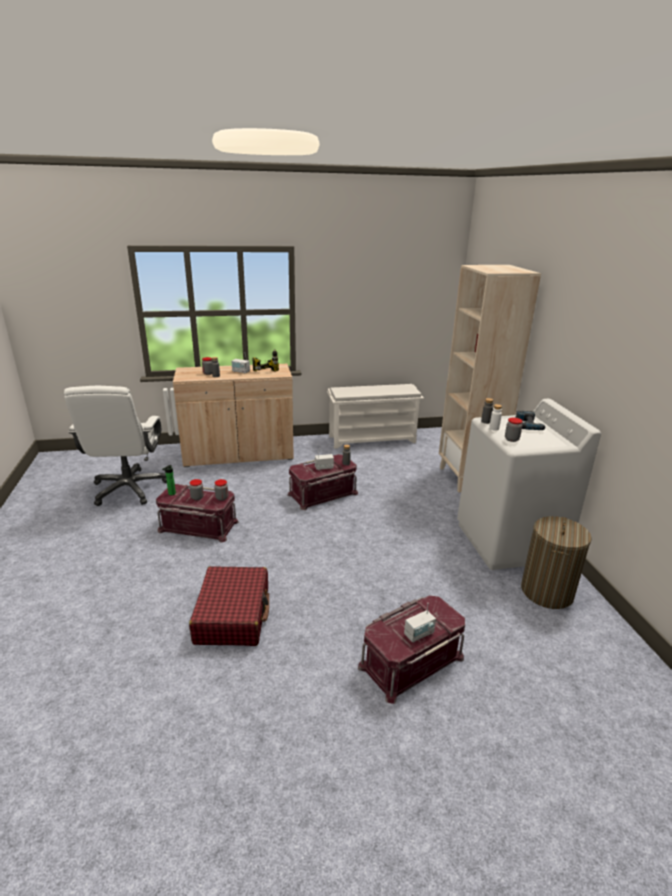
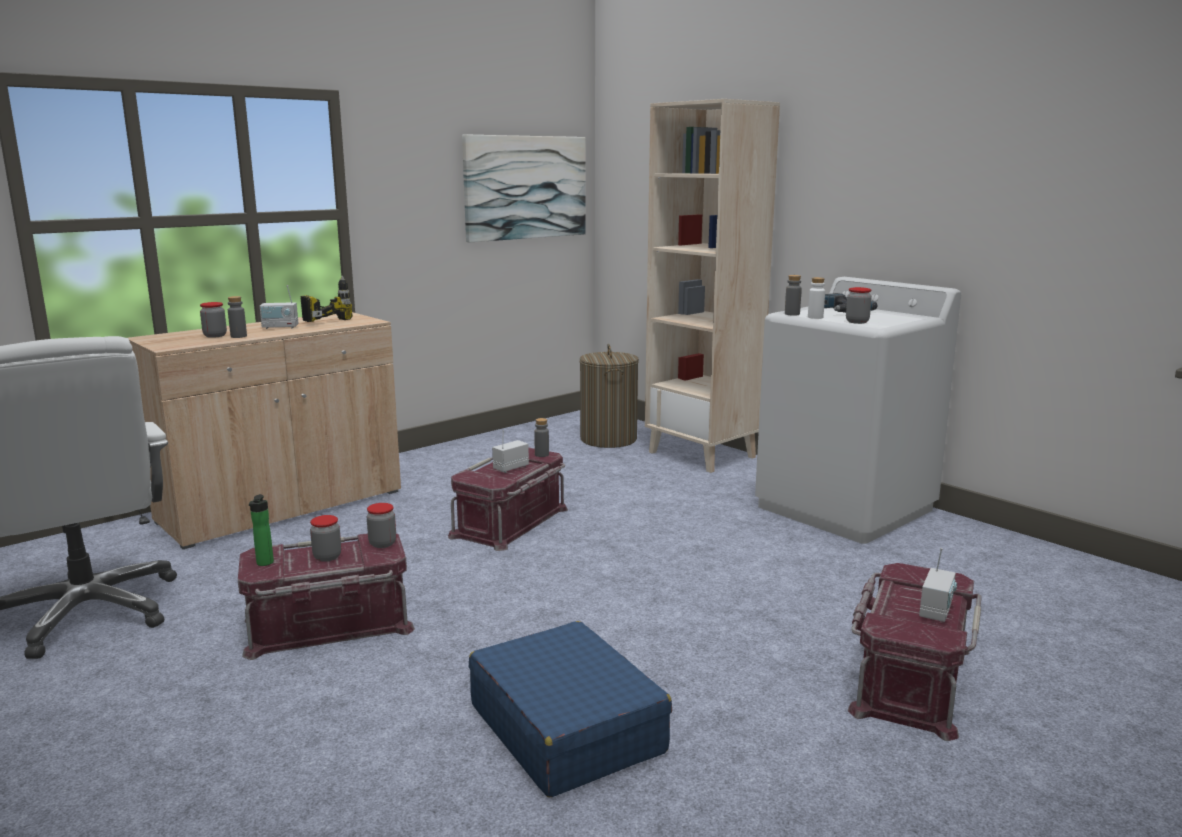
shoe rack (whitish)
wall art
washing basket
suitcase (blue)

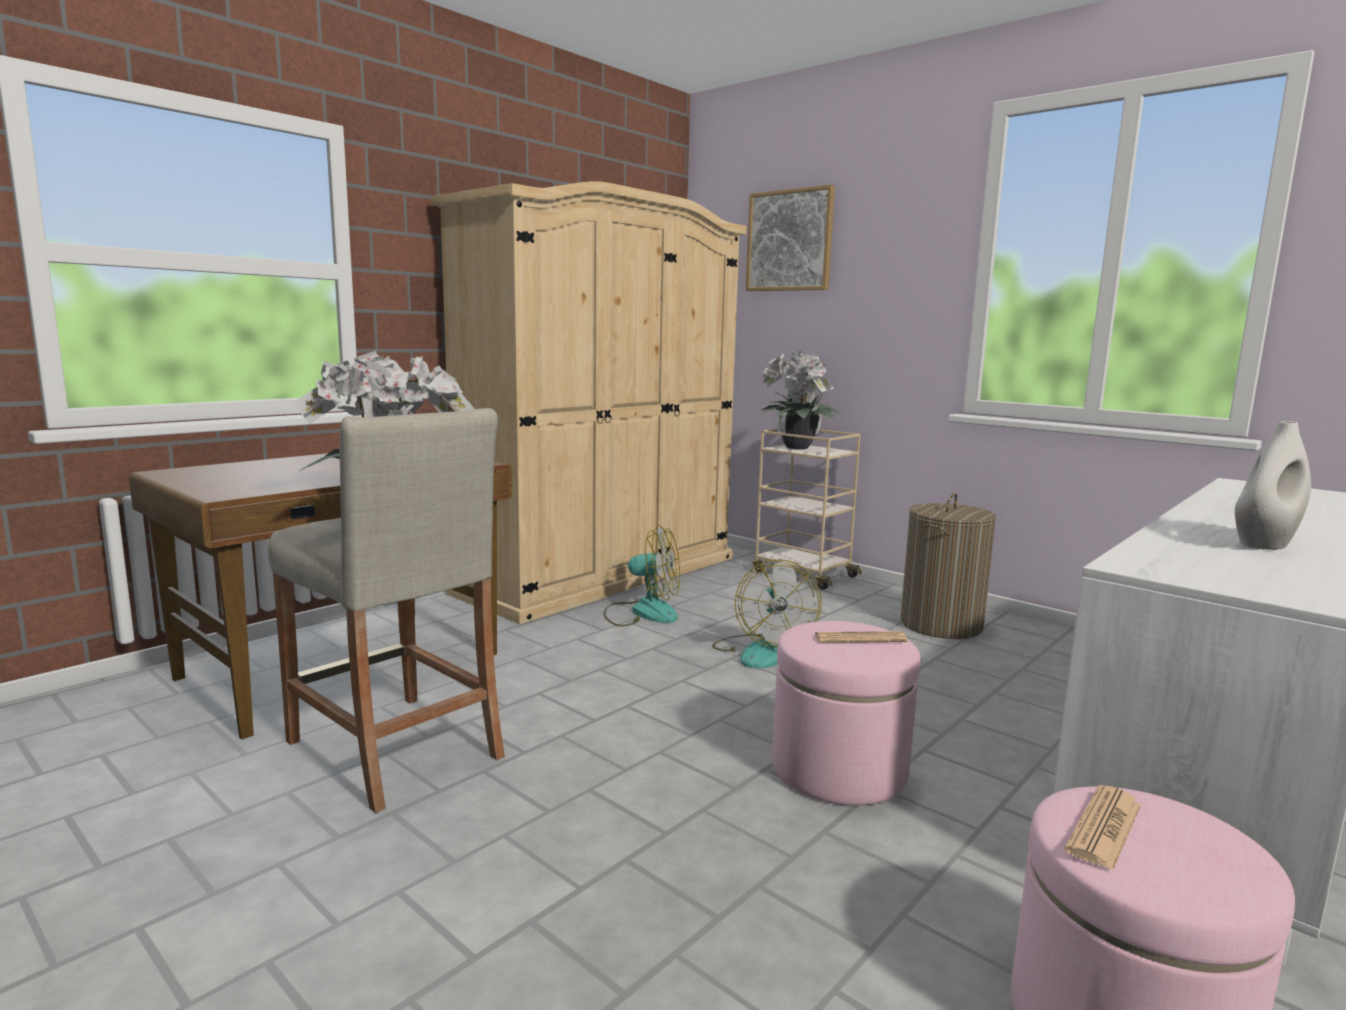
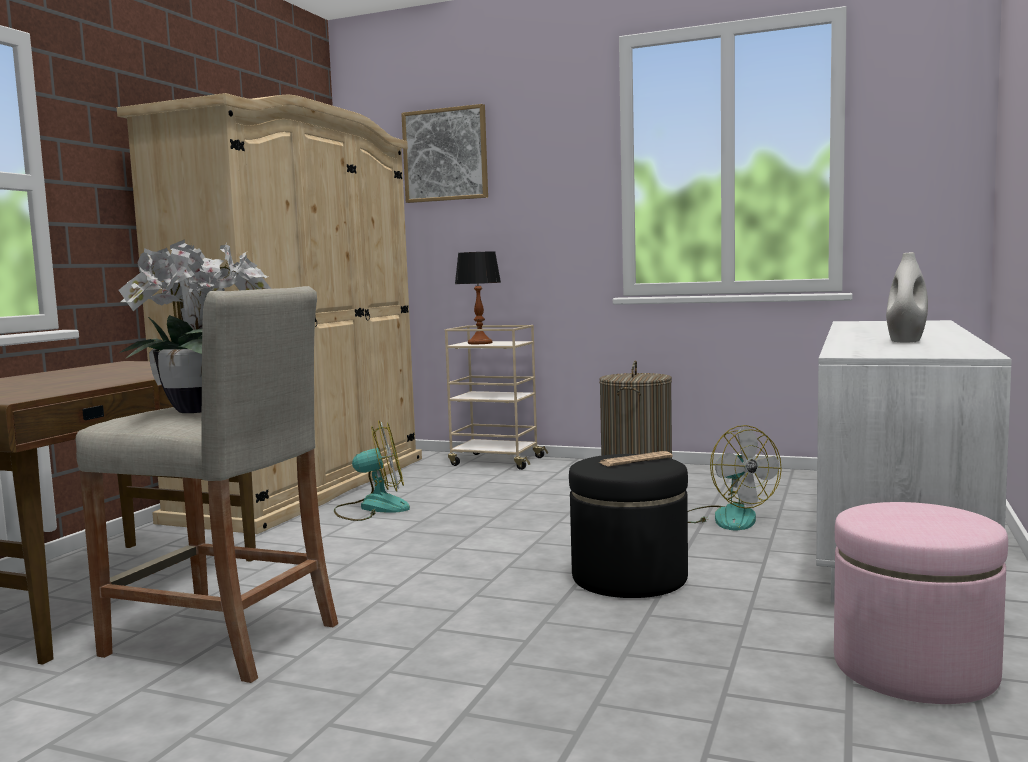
printed paper (2nd from left in the first image)
fan (2nd from left)
lamp for a table
footrest (black-coloured)

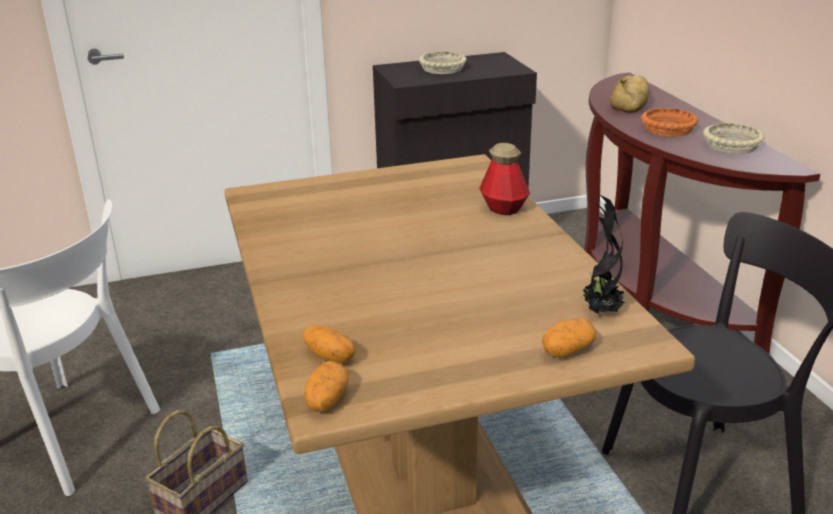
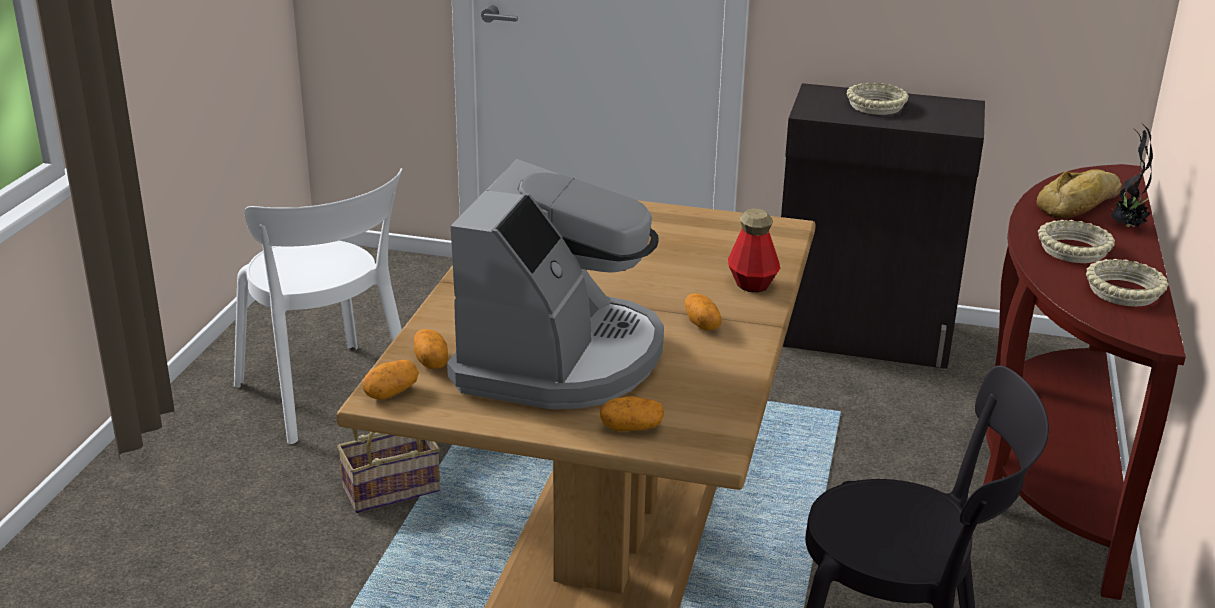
coffee brewer
spud (4th from left)
potted plant
serving bowl (beige) (2nd from left)

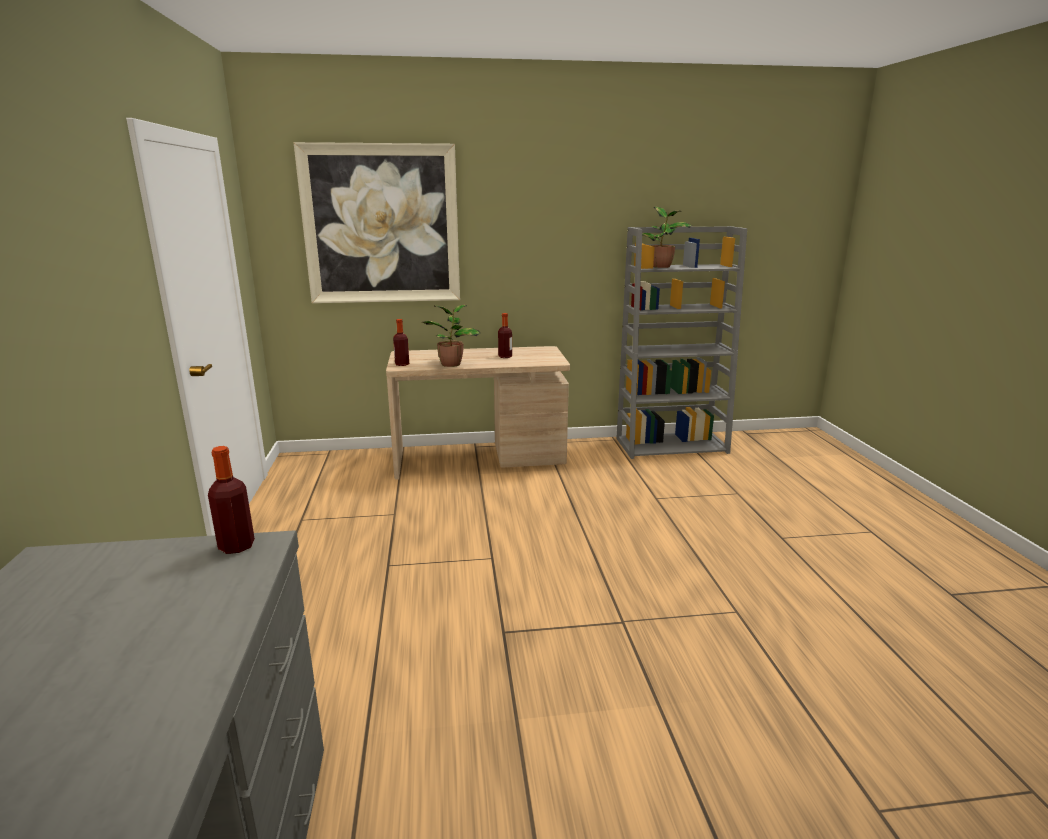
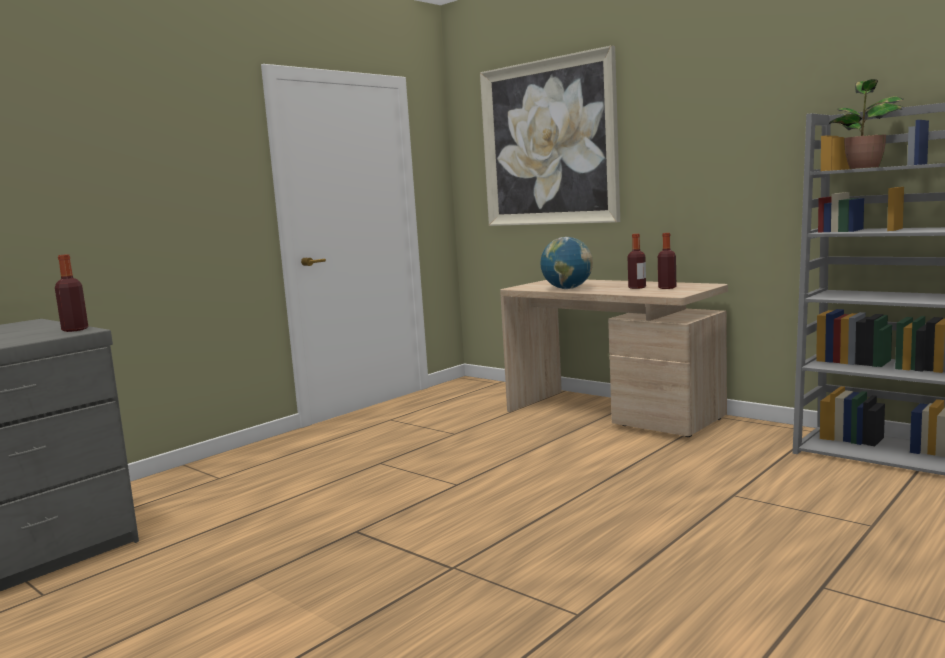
bottle (3rd from left)
desk globe

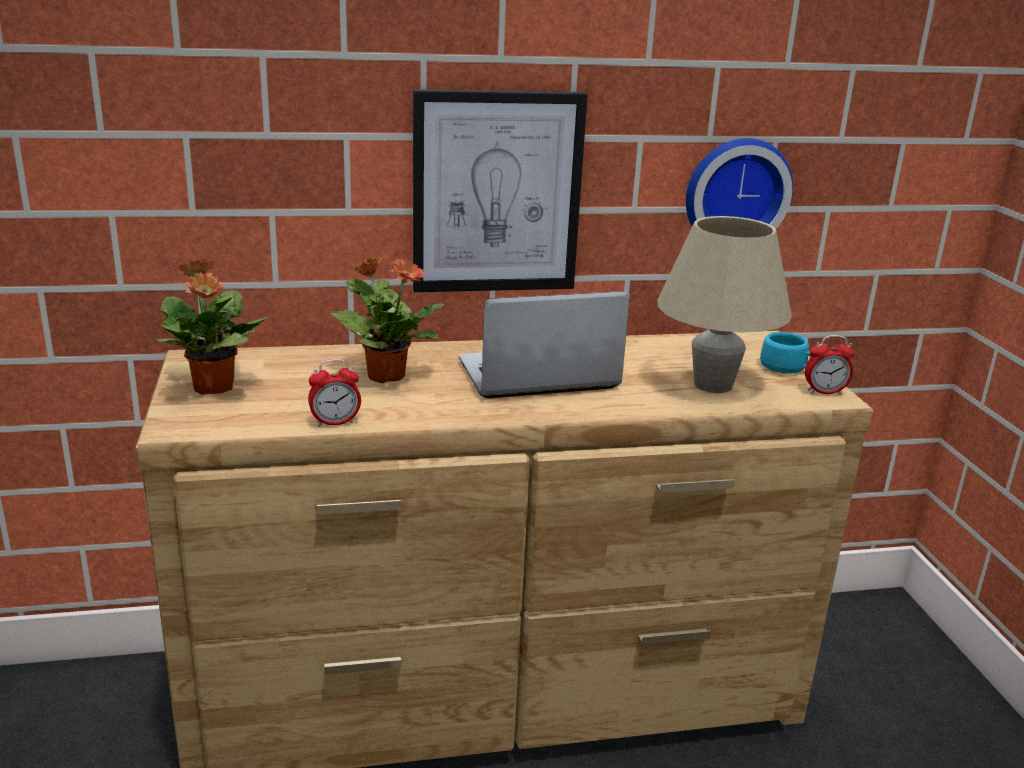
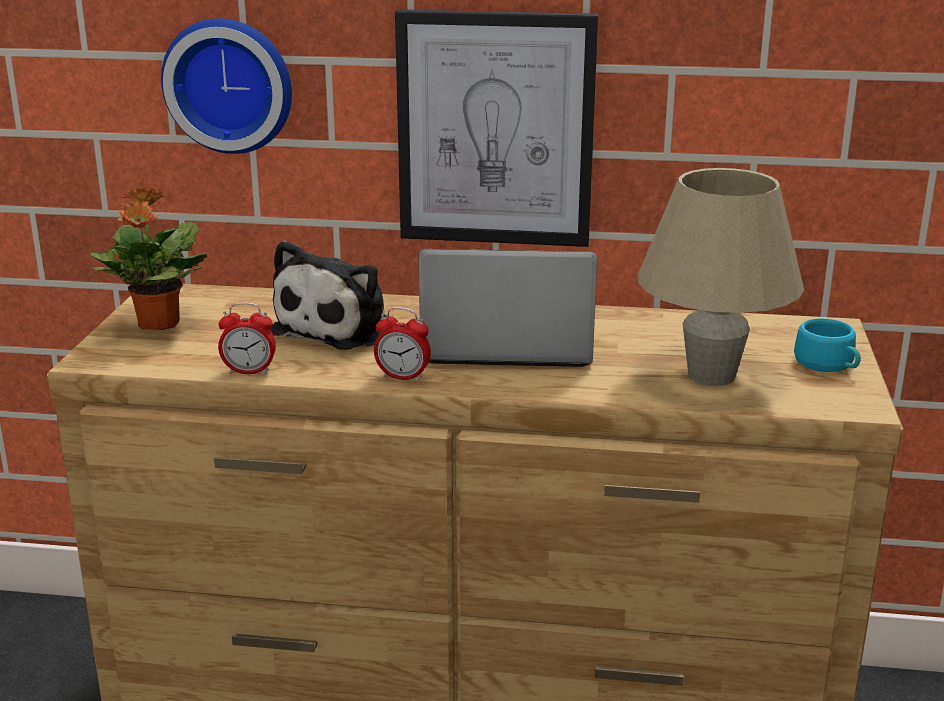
clock on the wall
bedside clock (2nd from left)
soft toy

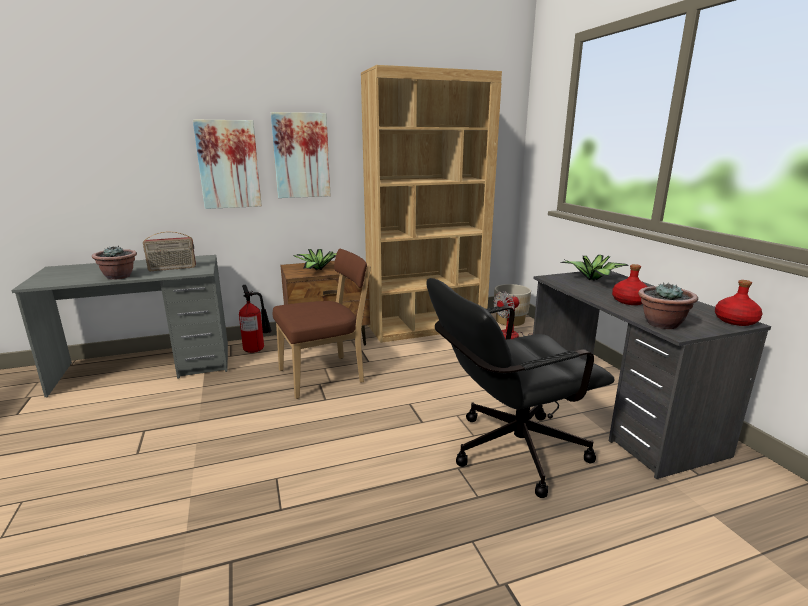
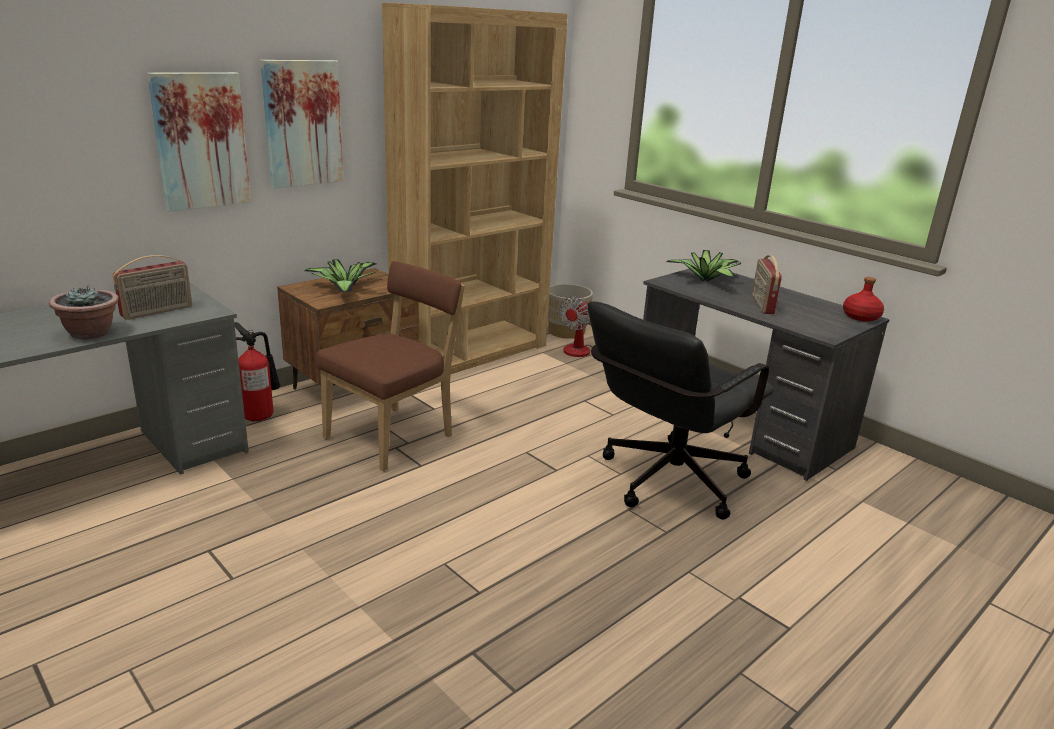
potted plant (4th from left in the first image)
radio receiver (2nd from left)

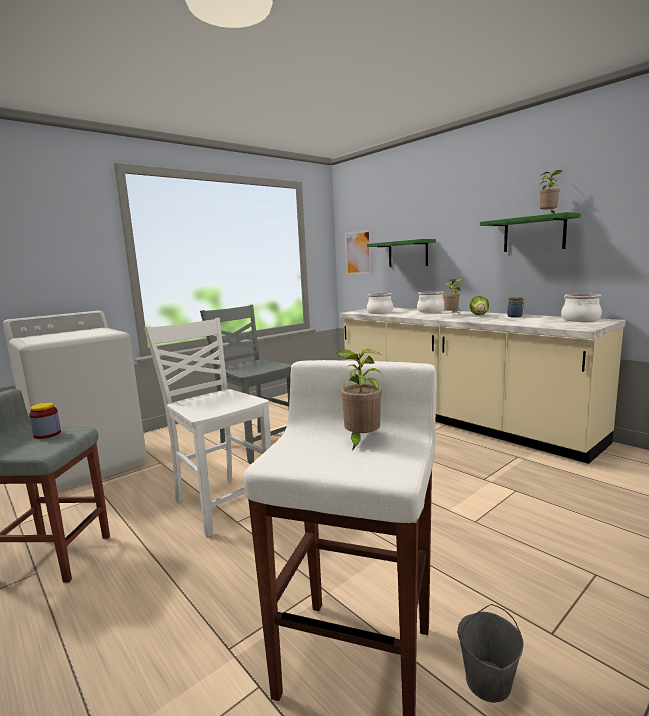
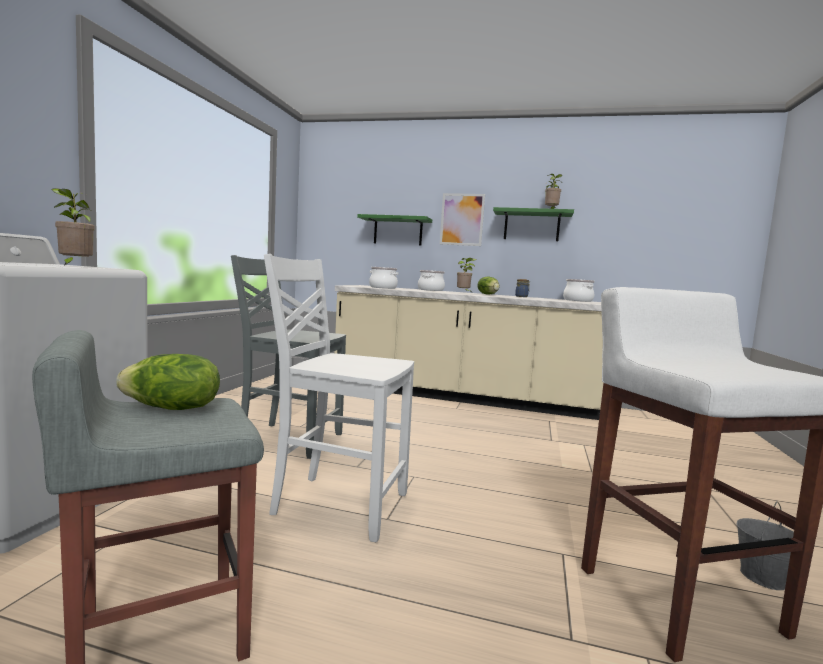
potted plant (1st from left)
wall art
lettuce head (1st from left)

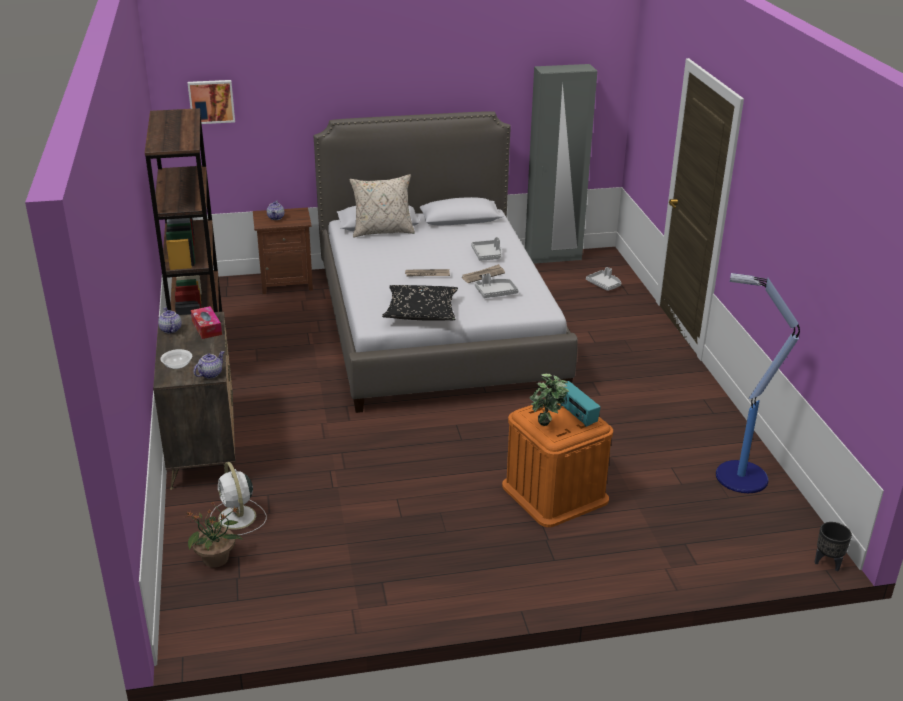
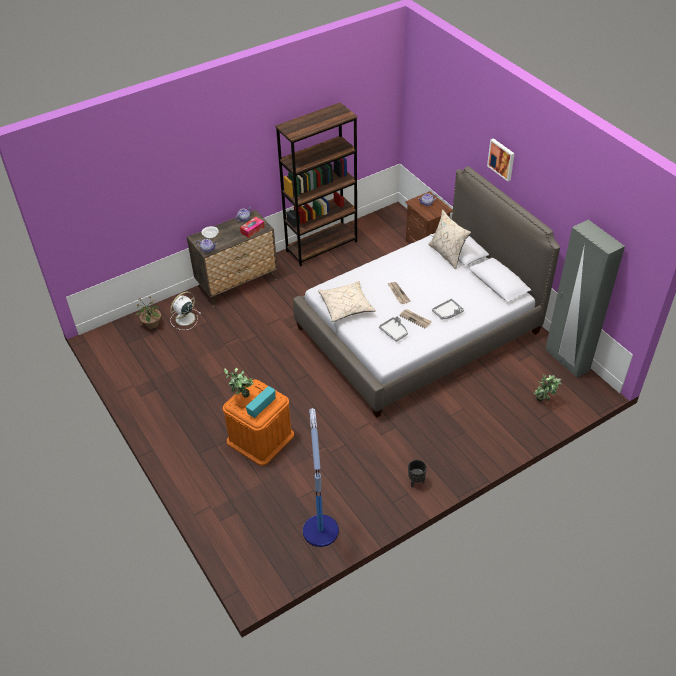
wall art
plant pot (black-coloured)
potted plant (3rd from left)
cushion (beige) (1st from left)

